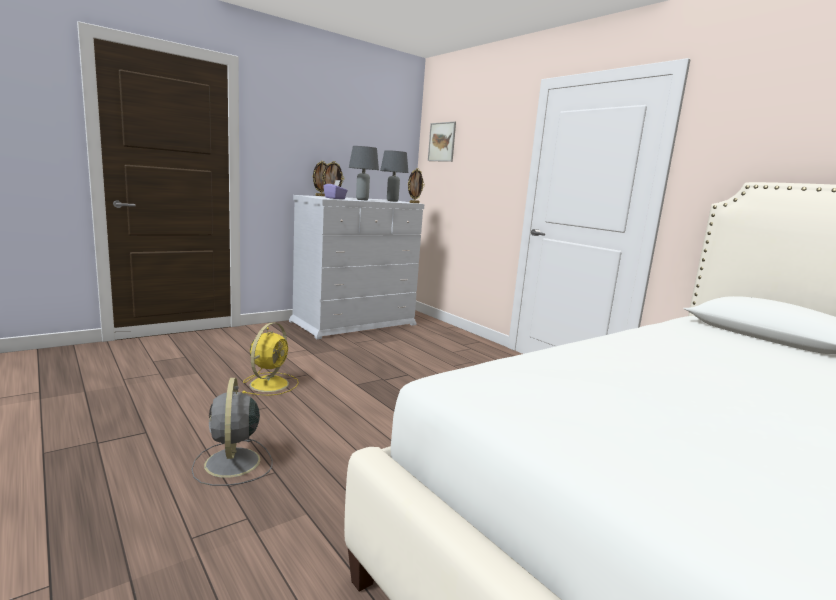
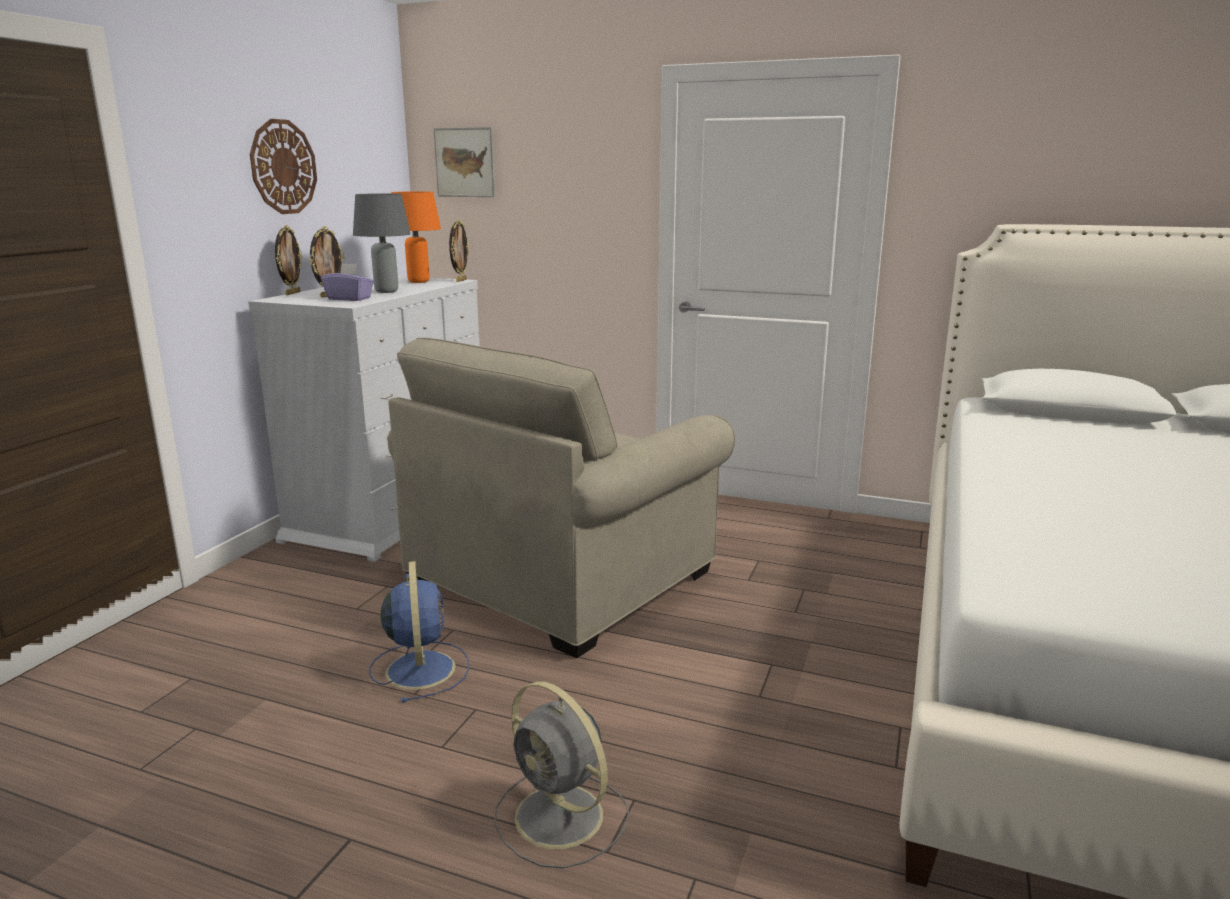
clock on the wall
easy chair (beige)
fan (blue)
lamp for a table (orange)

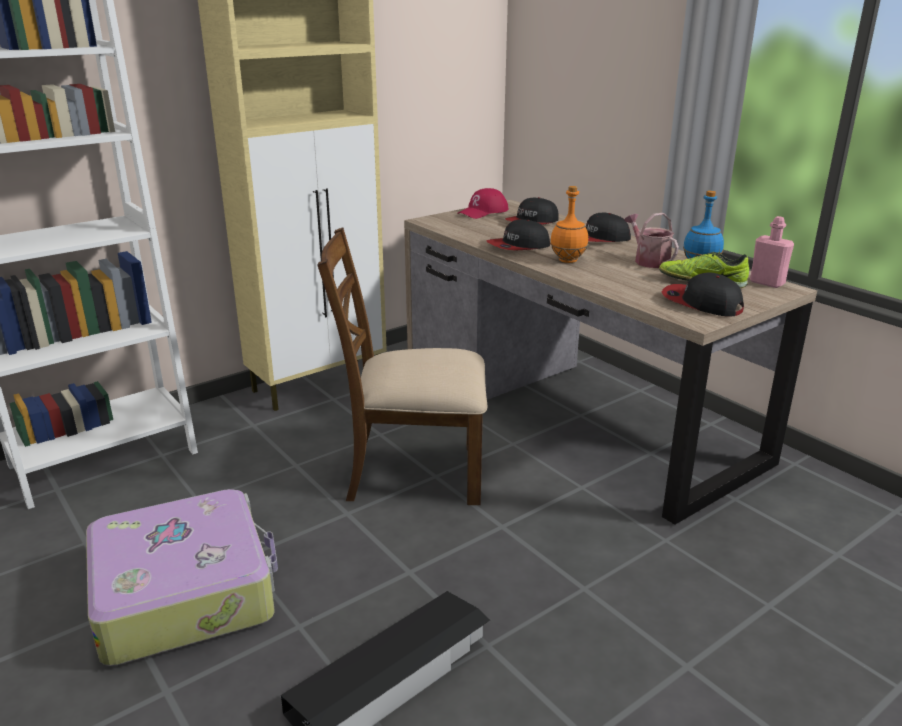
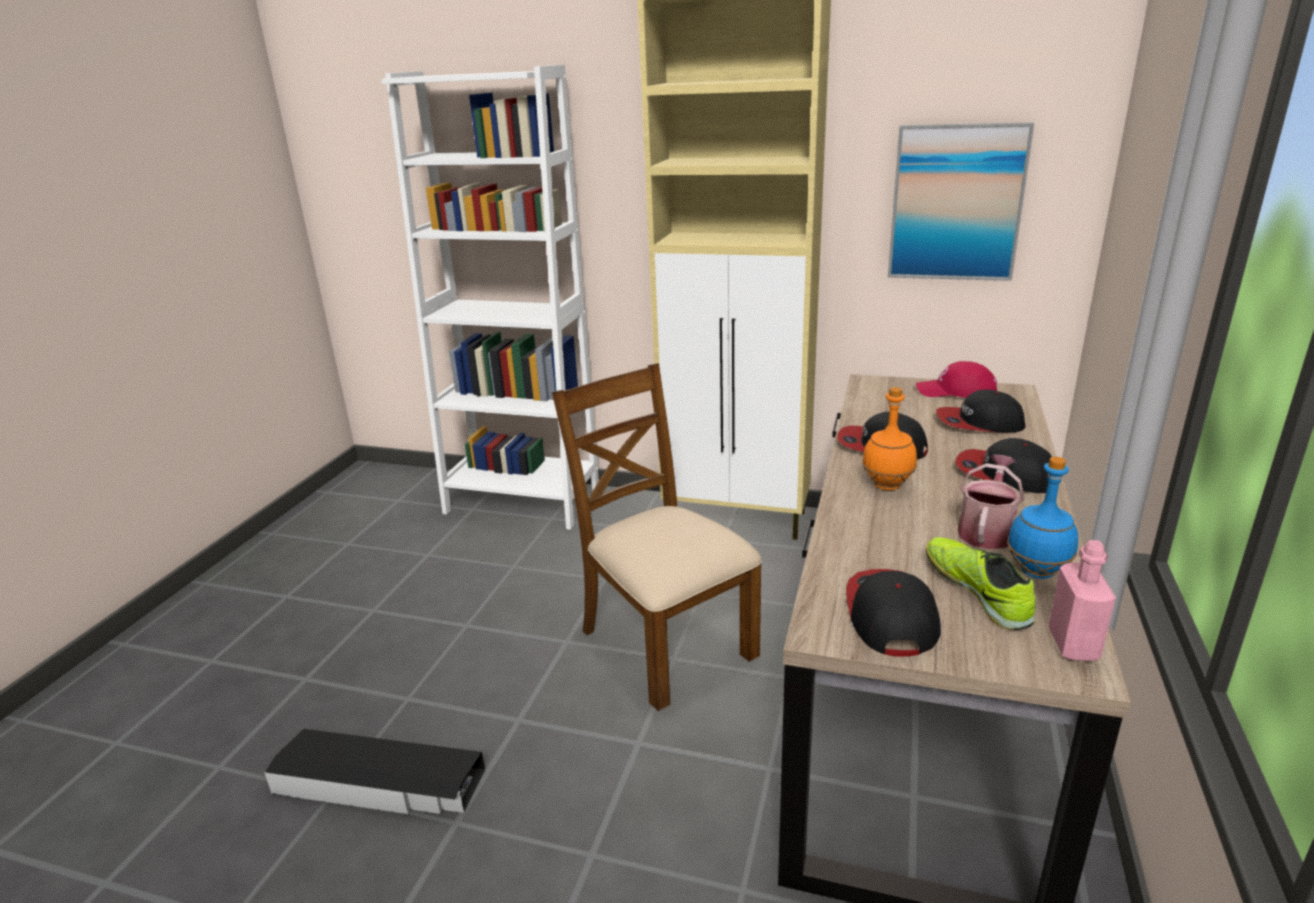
suitcase
wall art

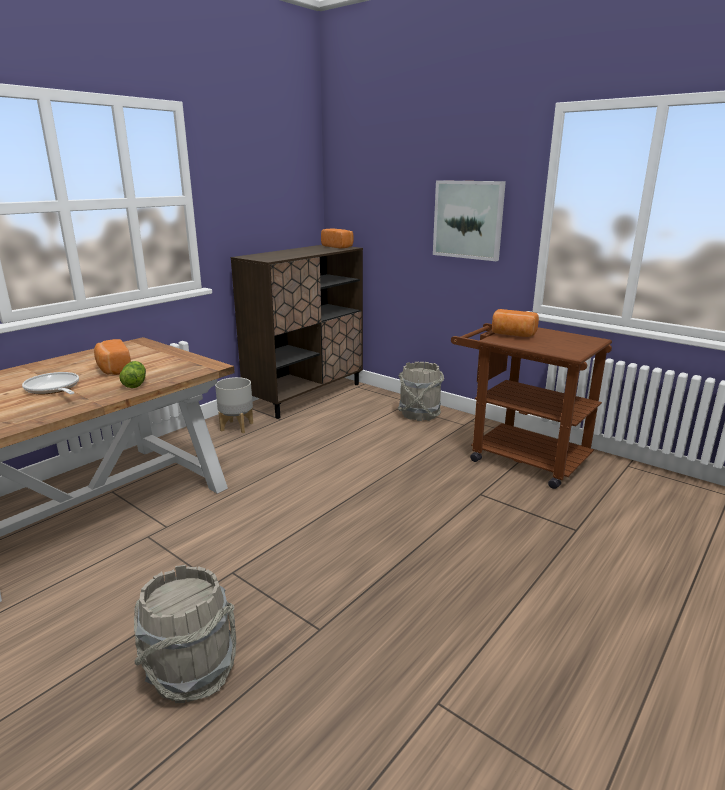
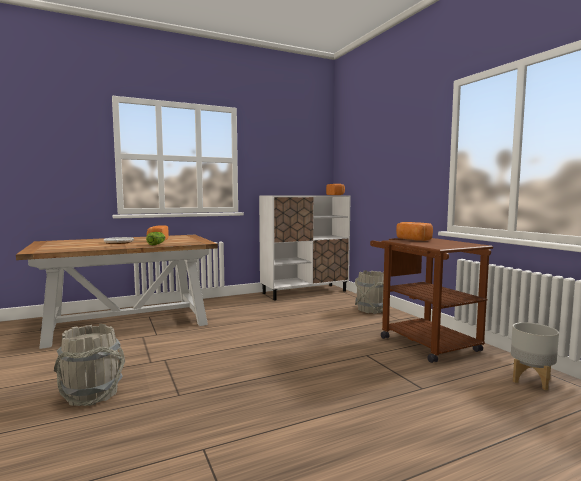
wall art
plant pot (grey)
cabinet (whitish)

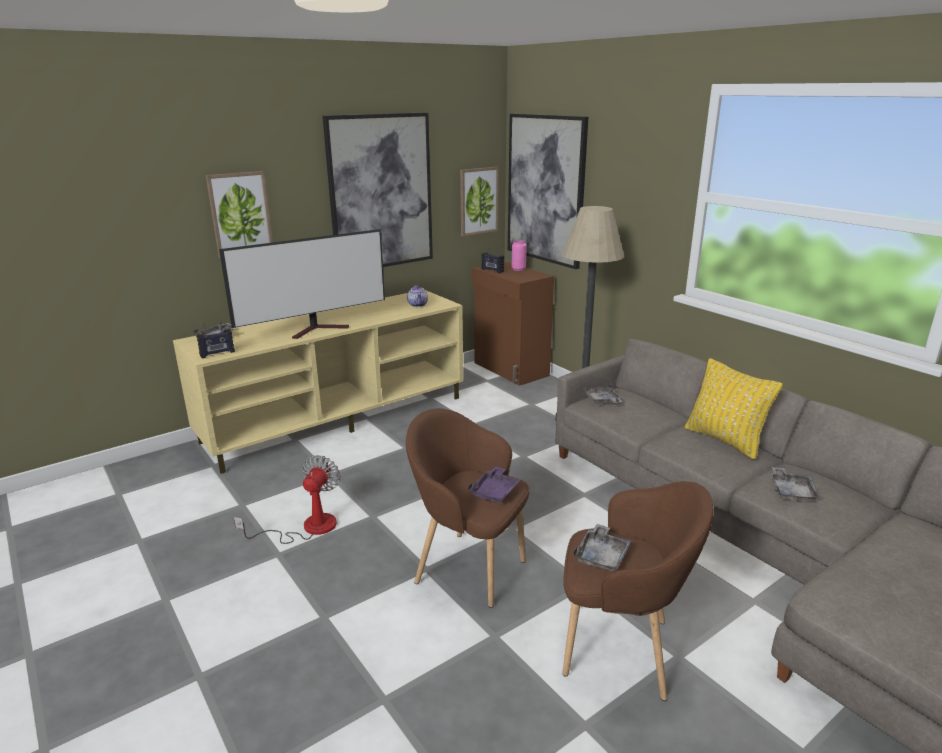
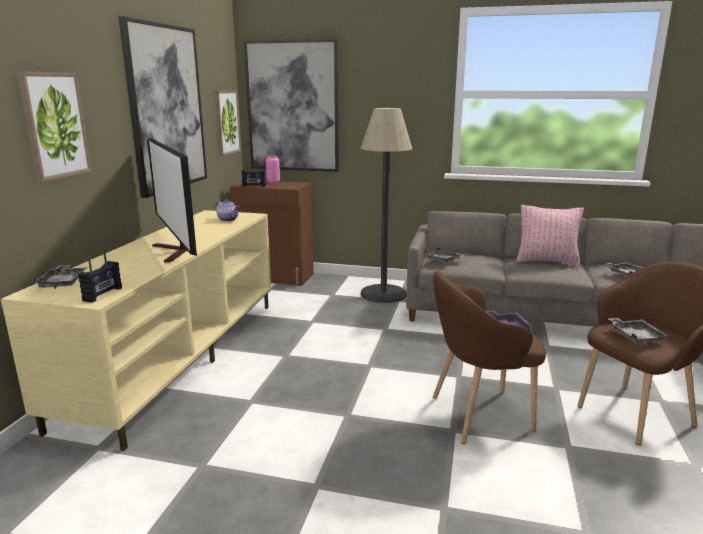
fan
cushion (pink)
TV set

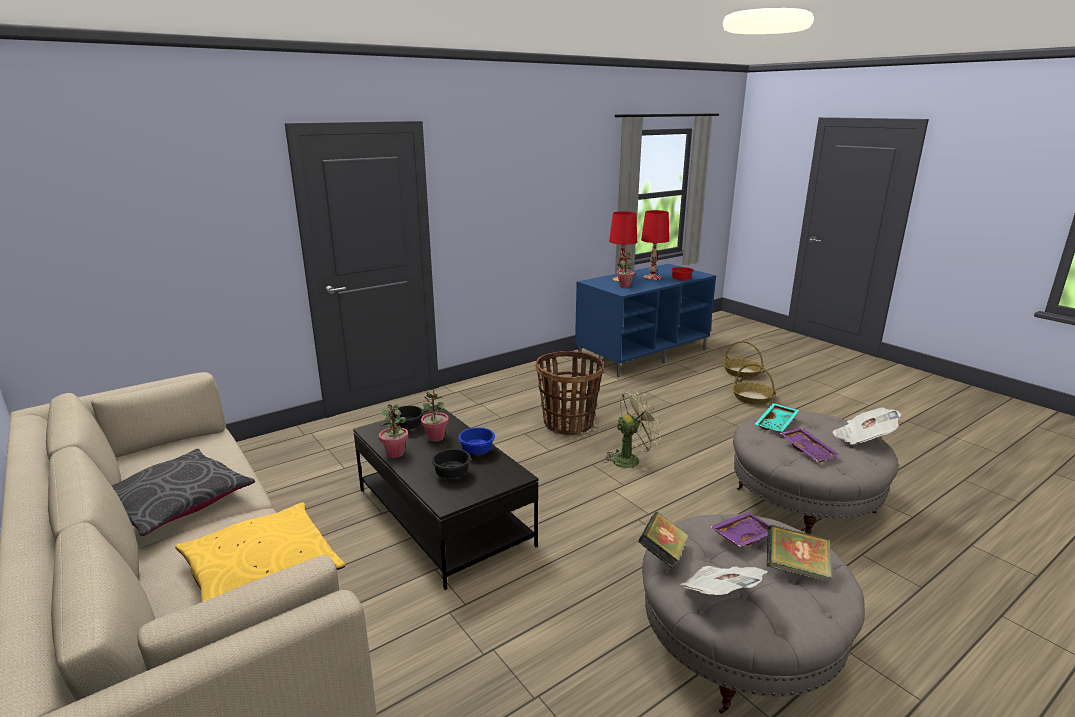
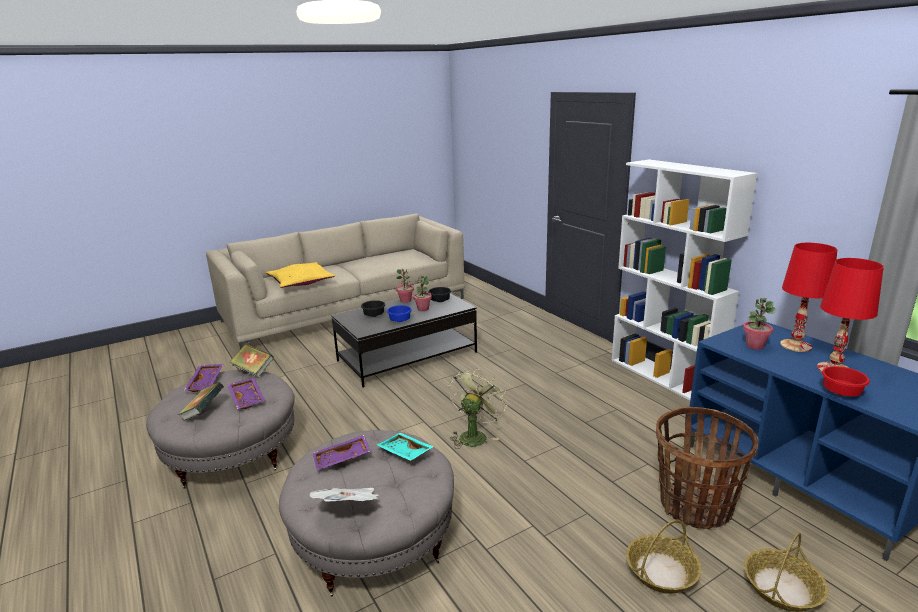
cushion (grey)
bookcase (whitish)
storage basket (2nd from left)
tray (purple-coloured) (1st from left)
fan (greenish)

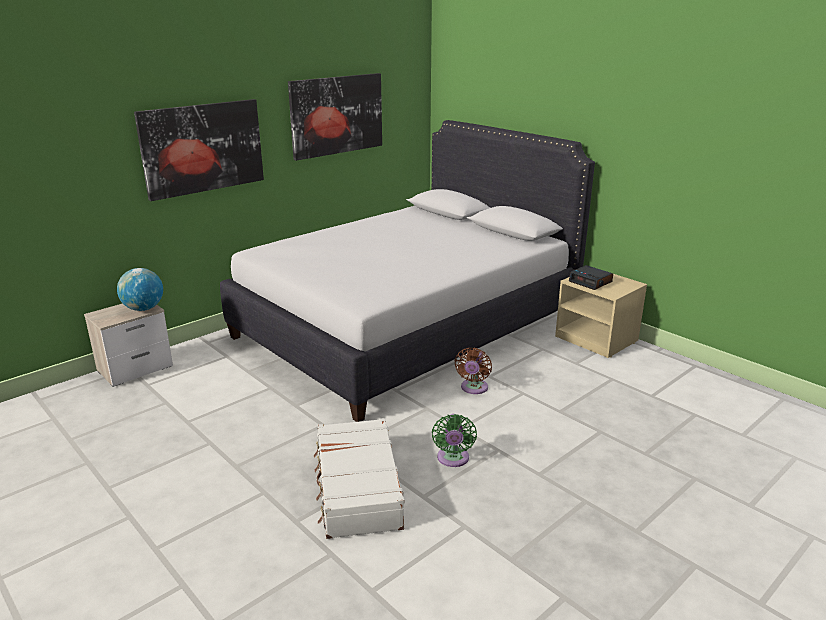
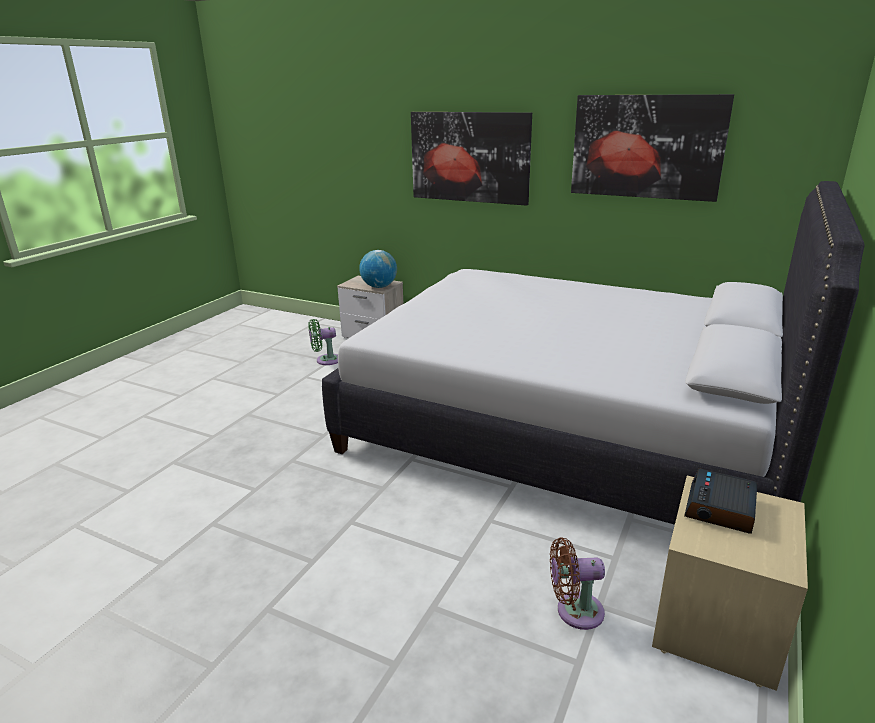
suitcase (whitish)
fan (greenish)
fan (brownish)

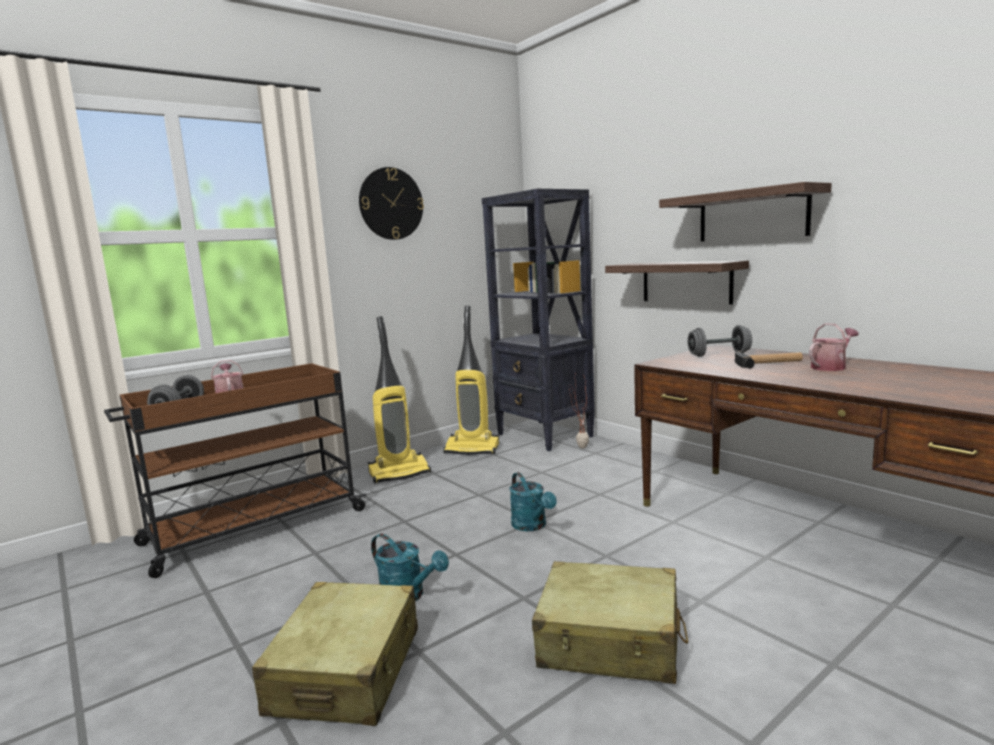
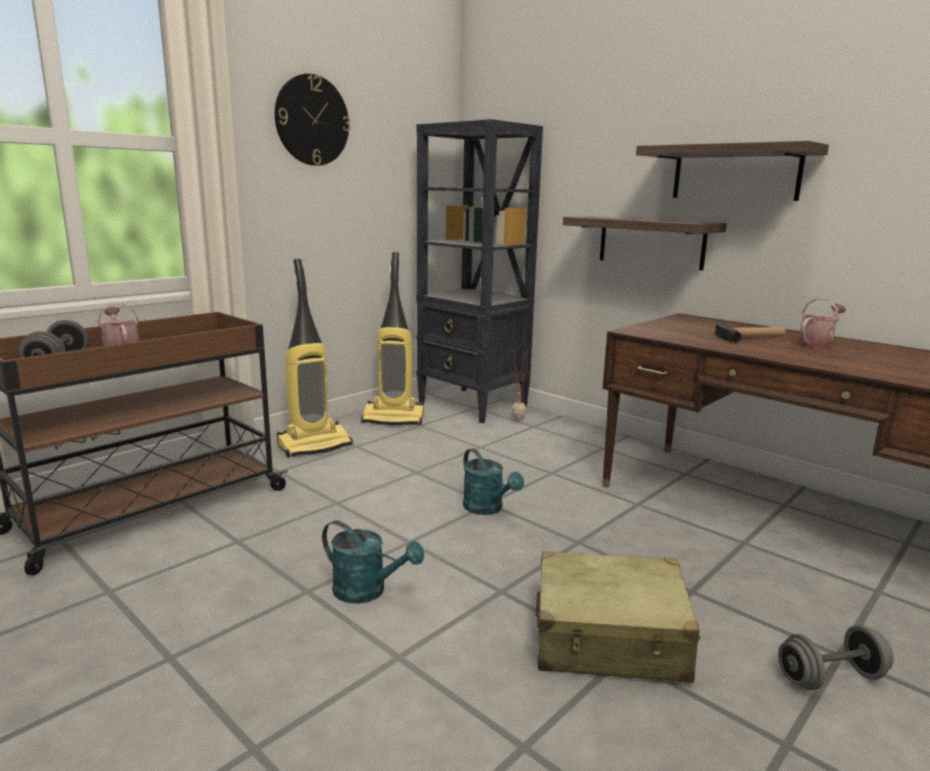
suitcase (beige) (1st from left in the first image)
free weight (grey) (2nd from left)

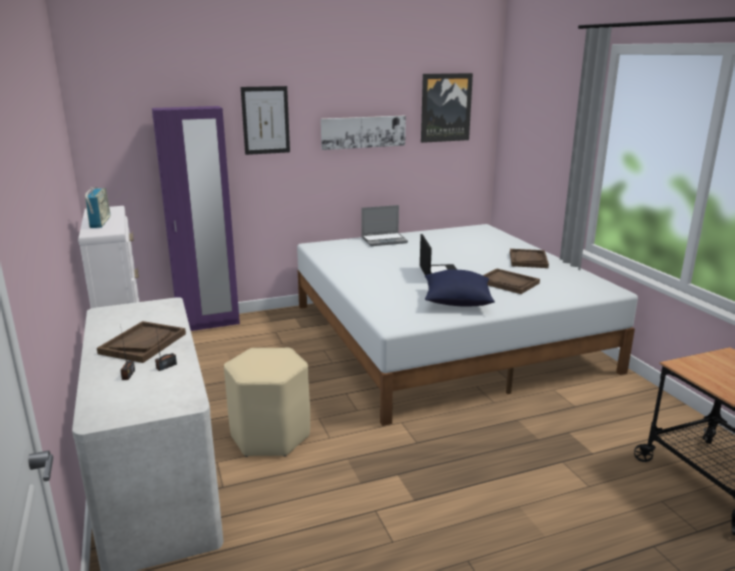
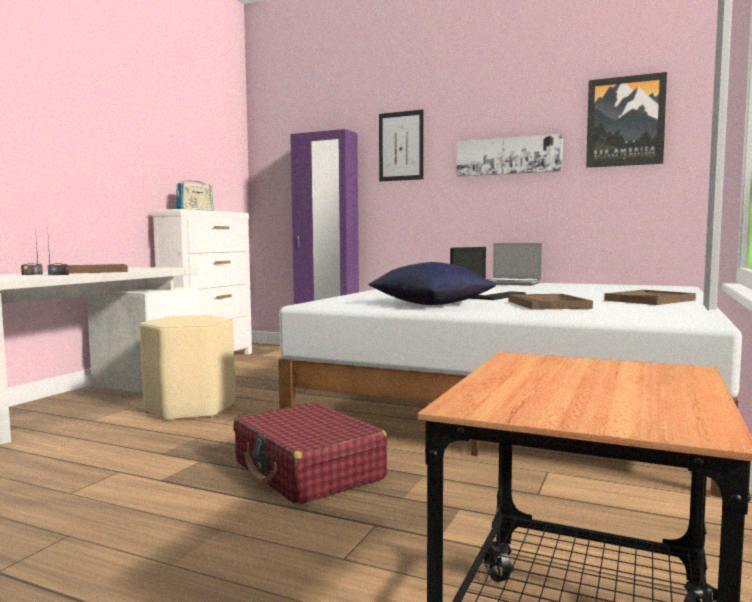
suitcase (red-coloured)

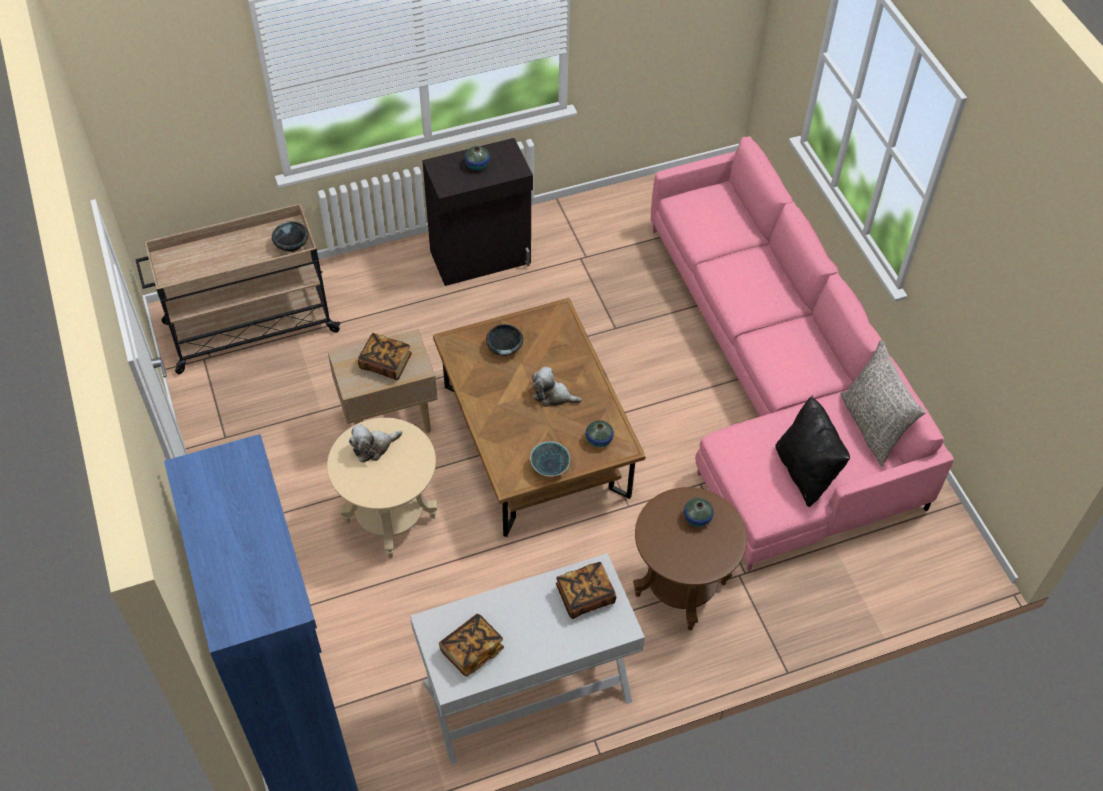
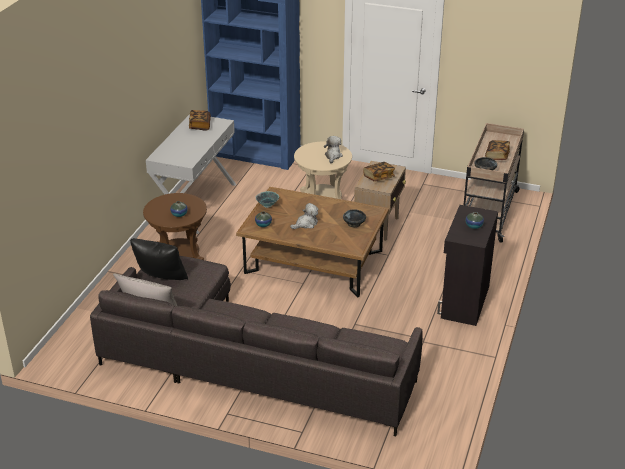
bound book (3rd from left)
settee (grey)

